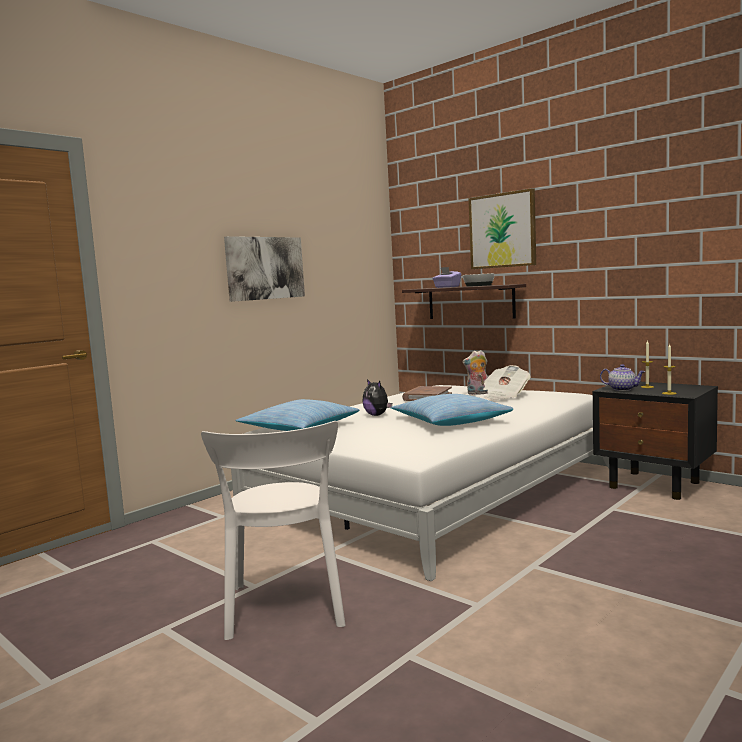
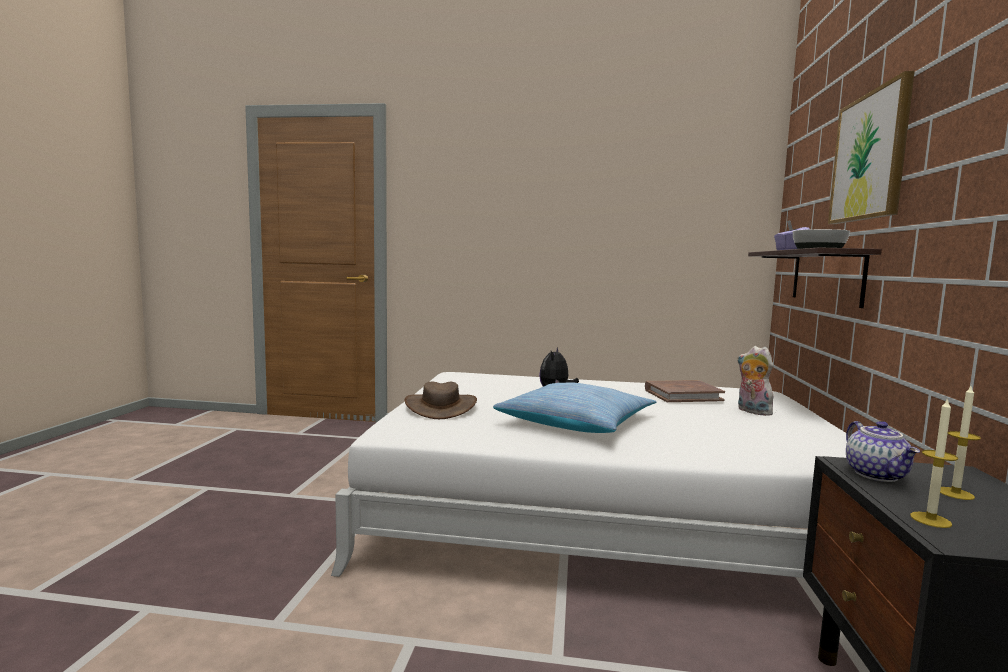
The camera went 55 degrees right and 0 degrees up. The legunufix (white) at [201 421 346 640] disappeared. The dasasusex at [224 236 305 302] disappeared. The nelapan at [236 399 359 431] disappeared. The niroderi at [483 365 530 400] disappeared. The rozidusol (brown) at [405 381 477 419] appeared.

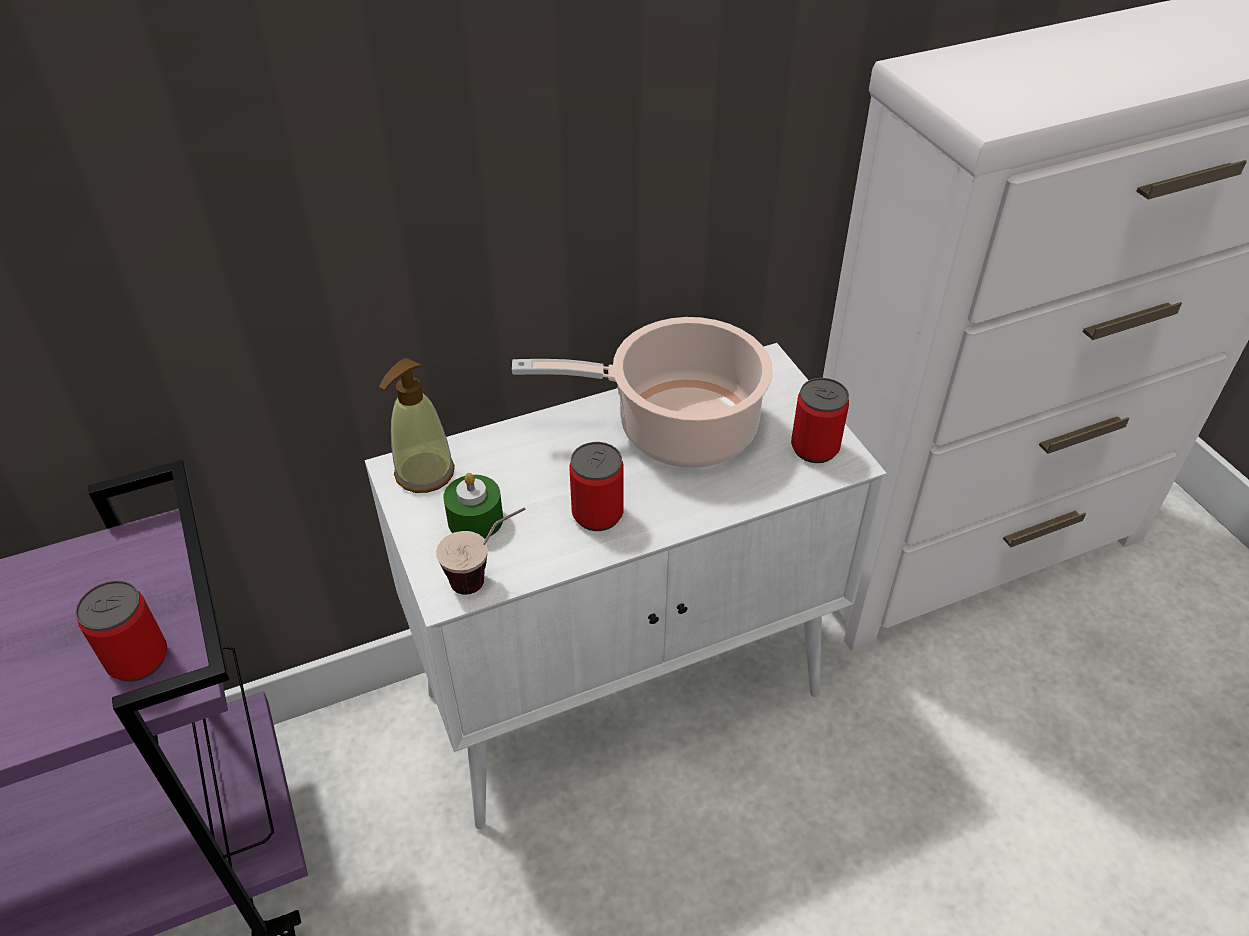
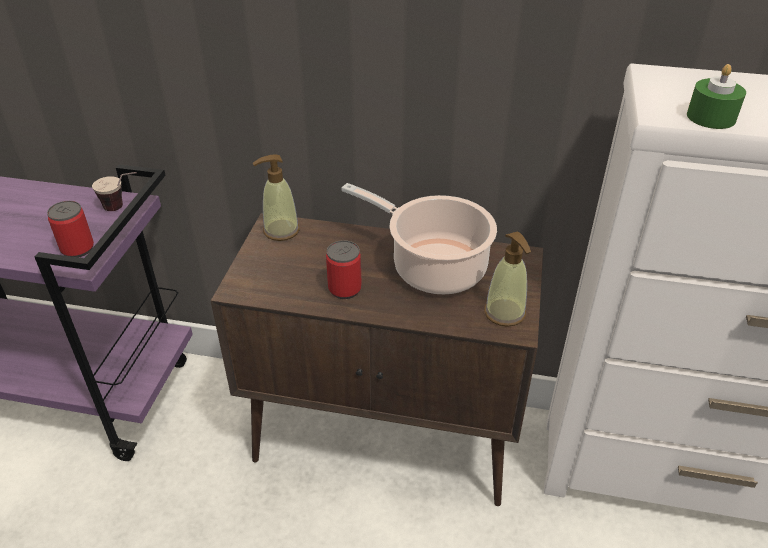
The camera went 35 degrees right and 5 degrees down. The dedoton moved from [436 507 526 595] to [92 172 137 211]. The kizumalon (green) moved from [443 473 503 539] to [687 64 746 129]. The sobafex at [791 378 849 463] was replaced by the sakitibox at [484 231 531 327]. The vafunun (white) at [365 343 887 830] became the vafunun (brown) at [211 213 543 506].

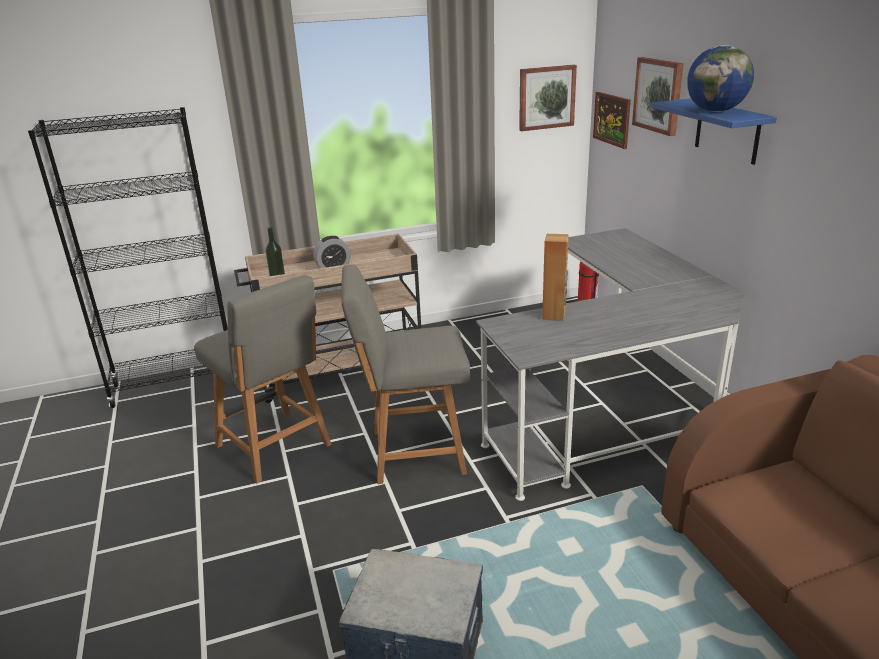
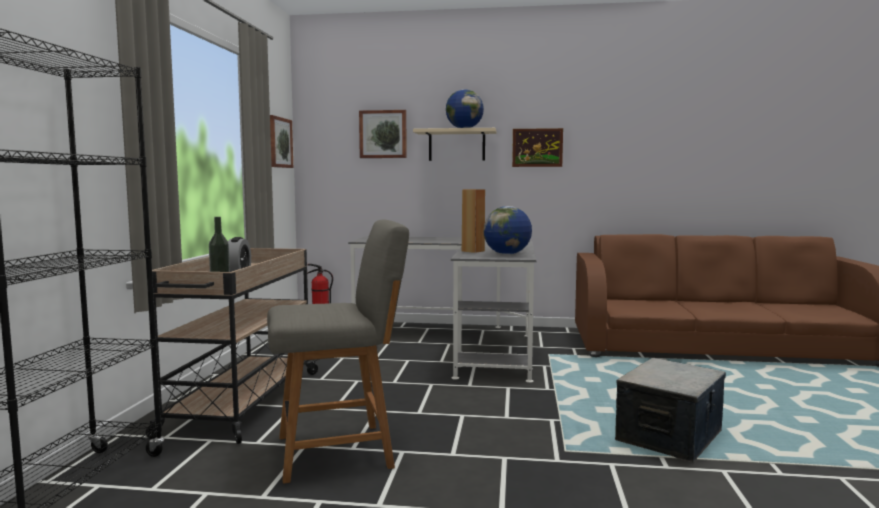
The camera went 65 degrees left and 20 degrees down. The legunufix (grey) at [341 264 471 484] disappeared. The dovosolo at [483 206 532 254] appeared. The dasasusex moved from [593 92 631 149] to [512 128 563 167]. The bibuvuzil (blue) at [651 98 777 165] became the bibuvuzil (beige) at [413 128 496 161].

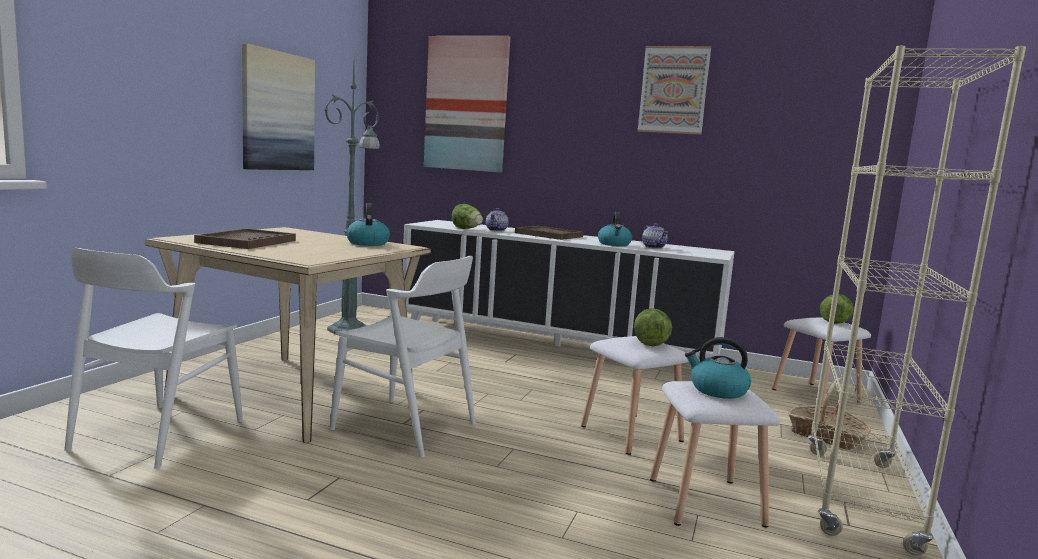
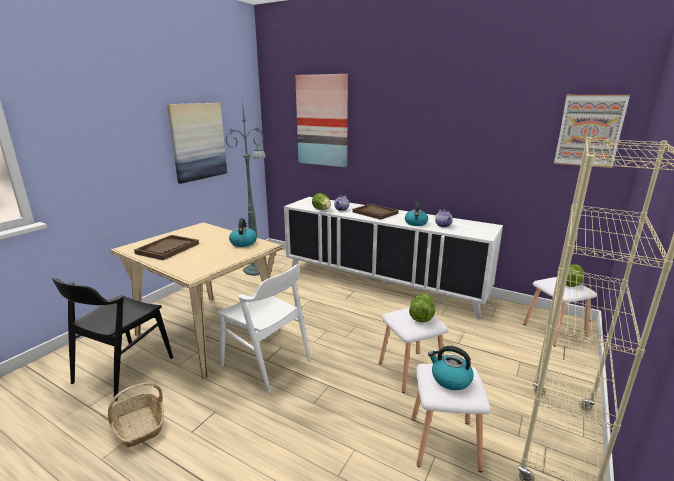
The camera went 10 degrees right and 10 degrees up. The dasasusex moved from [638 46 711 135] to [554 95 630 168]. The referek moved from [788 377 871 450] to [108 382 164 448]. The legunufix (white) at [64 248 243 469] became the legunufix (black) at [52 278 173 401].

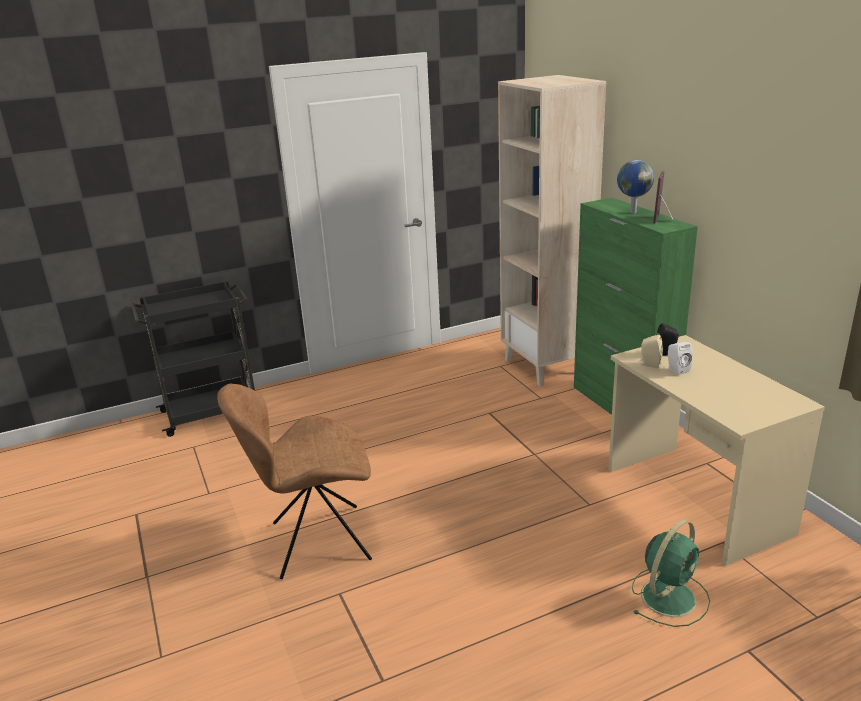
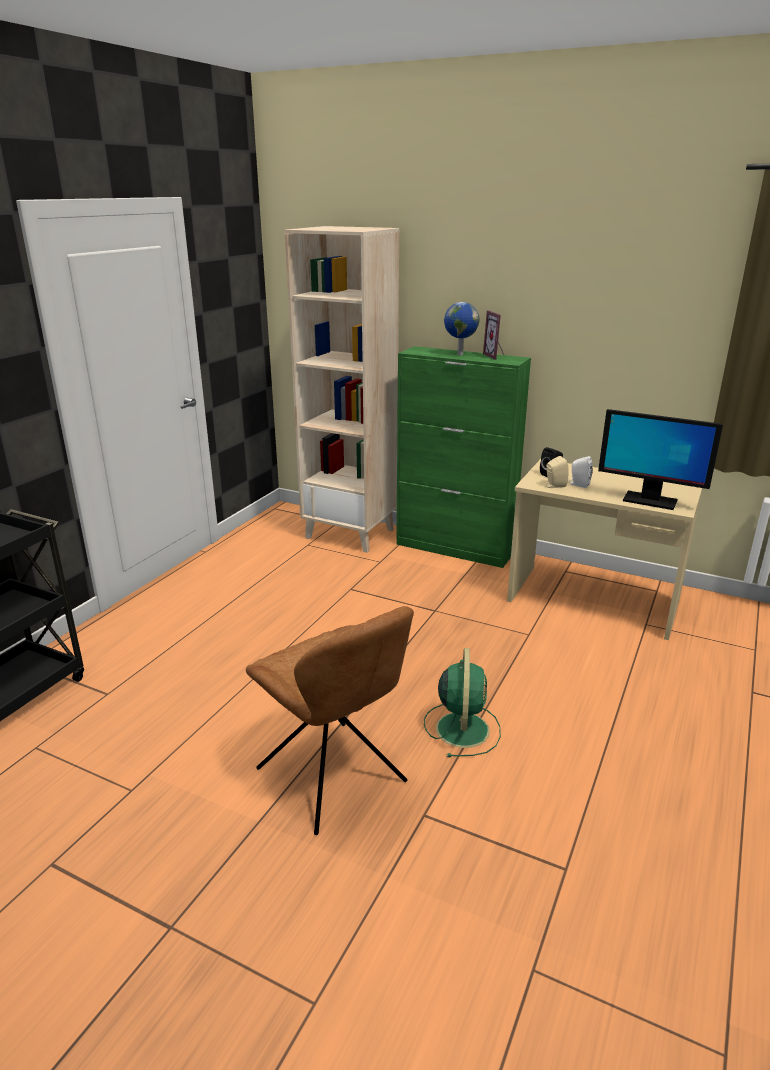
The camera went 40 degrees left and 0 degrees up. The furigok at [598 409 723 510] appeared. The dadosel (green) moved from [632 520 710 627] to [424 648 501 757]. The legunufix (brown) at [217 384 372 579] turned 75 degrees counterclockwise.

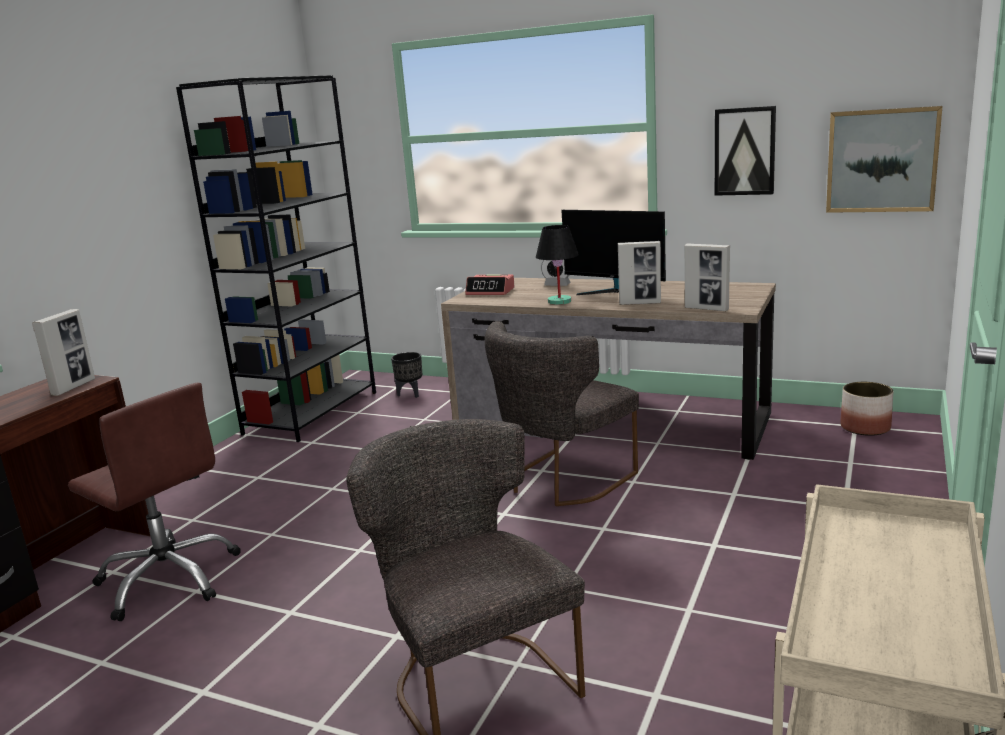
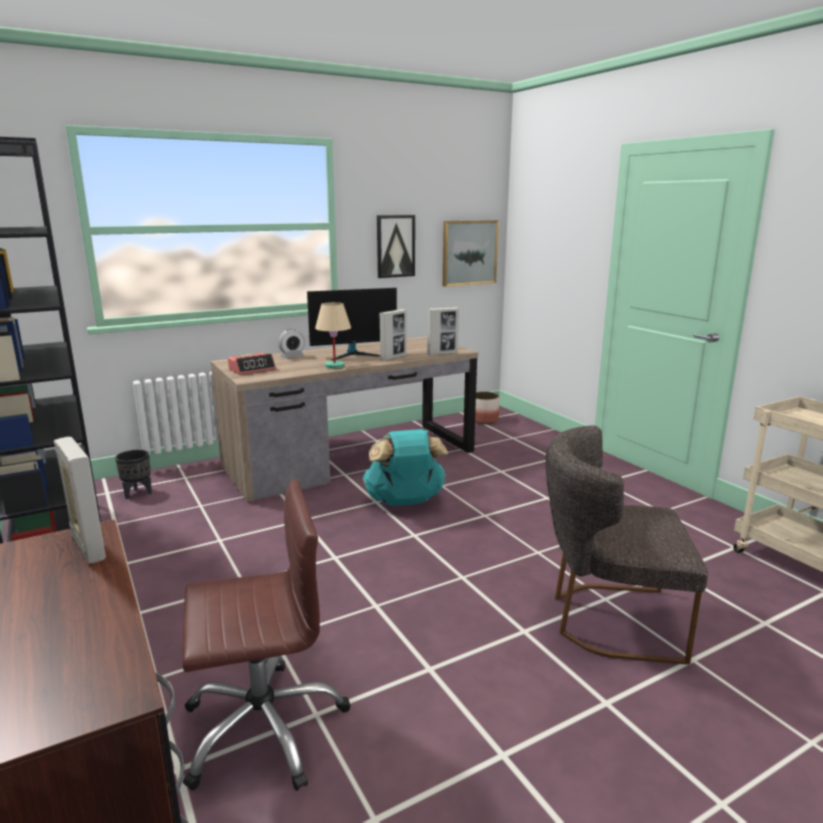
The camera went 55 degrees left and 0 degrees up. The legunufix (grey) at [485 321 639 506] was replaced by the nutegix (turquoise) at [363 429 448 506]. The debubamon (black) at [536 225 579 305] became the debubamon (beige) at [315 302 351 369].

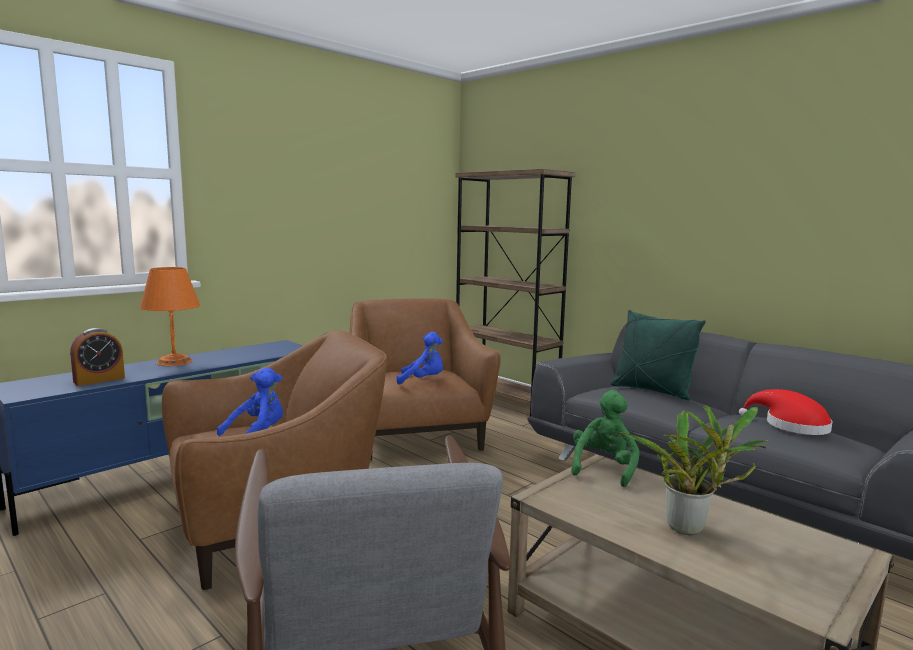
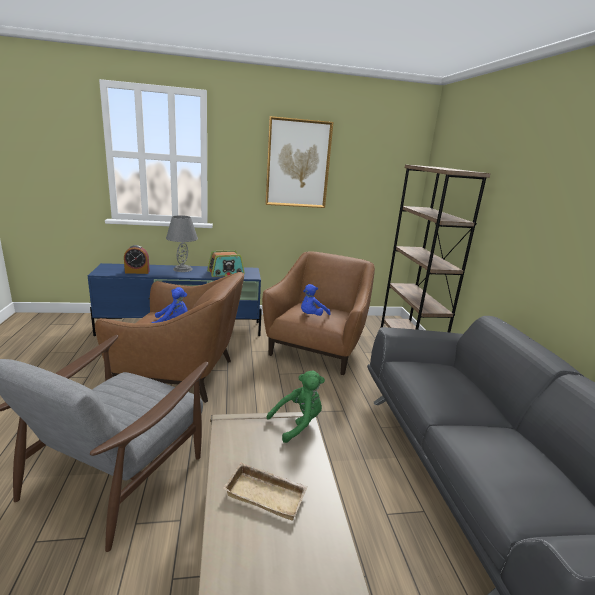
The camera went 35 degrees right and 10 degrees up. The nelapan (green) at [611 310 706 400] disappeared. The rozidusol (red) at [739 389 833 435] disappeared. The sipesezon at [207 250 245 277] appeared. The dasasusex at [265 116 333 208] appeared. The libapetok at [616 406 767 535] was replaced by the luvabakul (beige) at [223 462 308 521]. The debubamon (orange) at [140 267 200 366] became the debubamon (grey) at [166 215 198 272]. The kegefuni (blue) at [397 332 443 384] turned 90 degrees clockwise.

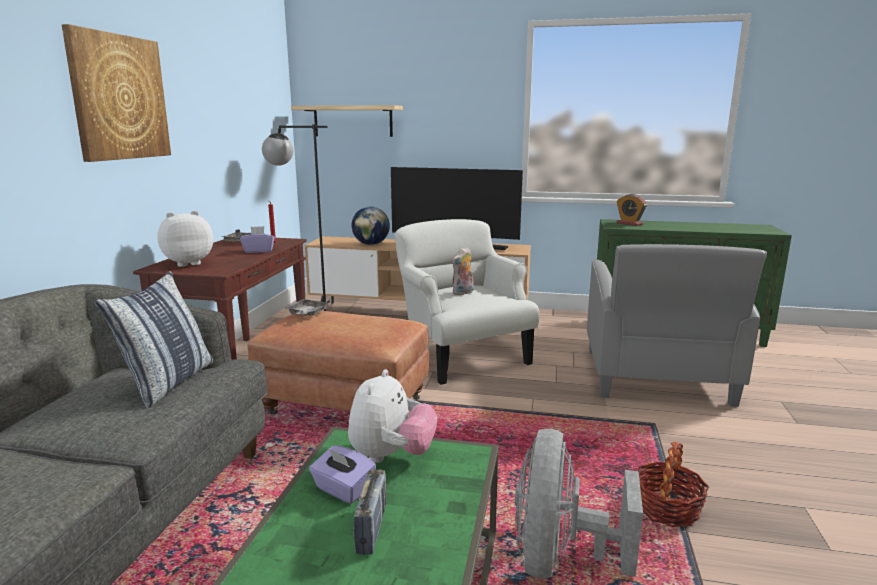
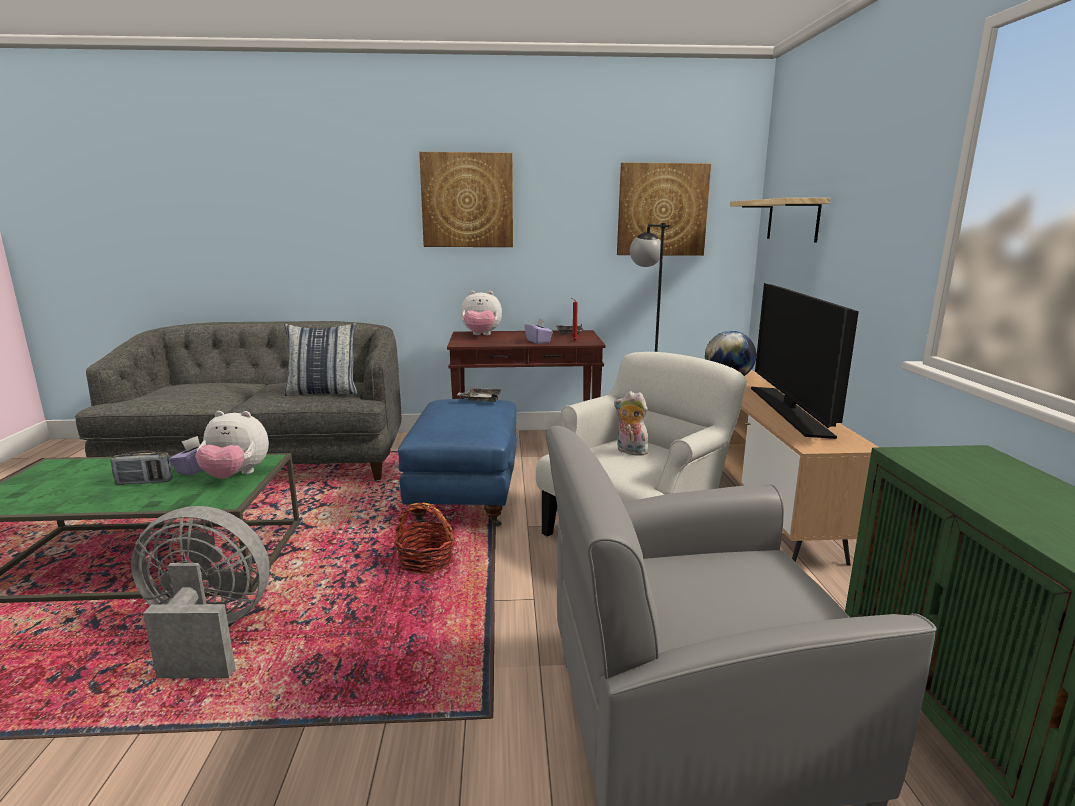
The camera went 75 degrees right and 0 degrees up. The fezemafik at [616 194 647 226] disappeared. The dasasusex at [617 162 711 256] appeared. The referek moved from [638 442 709 527] to [393 502 455 574]. The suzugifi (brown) at [248 311 429 415] became the suzugifi (blue) at [398 399 517 527]. The kegefuni at [157 210 213 267] turned 135 degrees clockwise.

